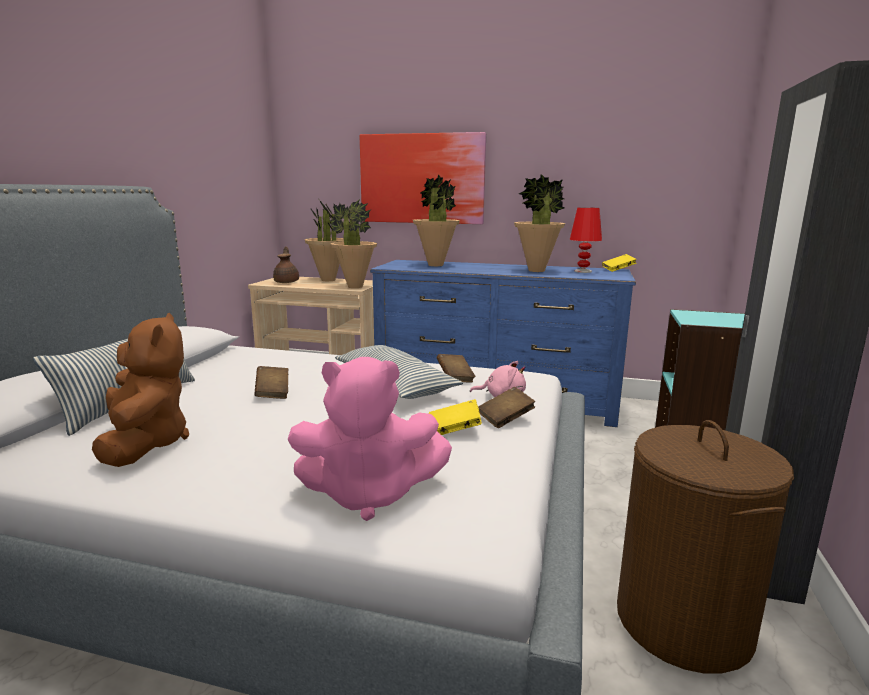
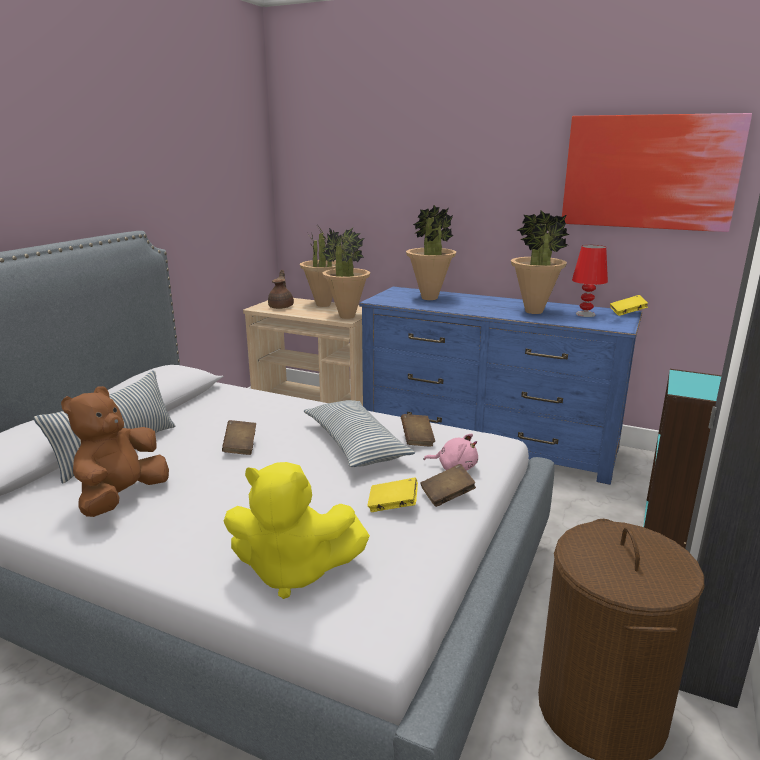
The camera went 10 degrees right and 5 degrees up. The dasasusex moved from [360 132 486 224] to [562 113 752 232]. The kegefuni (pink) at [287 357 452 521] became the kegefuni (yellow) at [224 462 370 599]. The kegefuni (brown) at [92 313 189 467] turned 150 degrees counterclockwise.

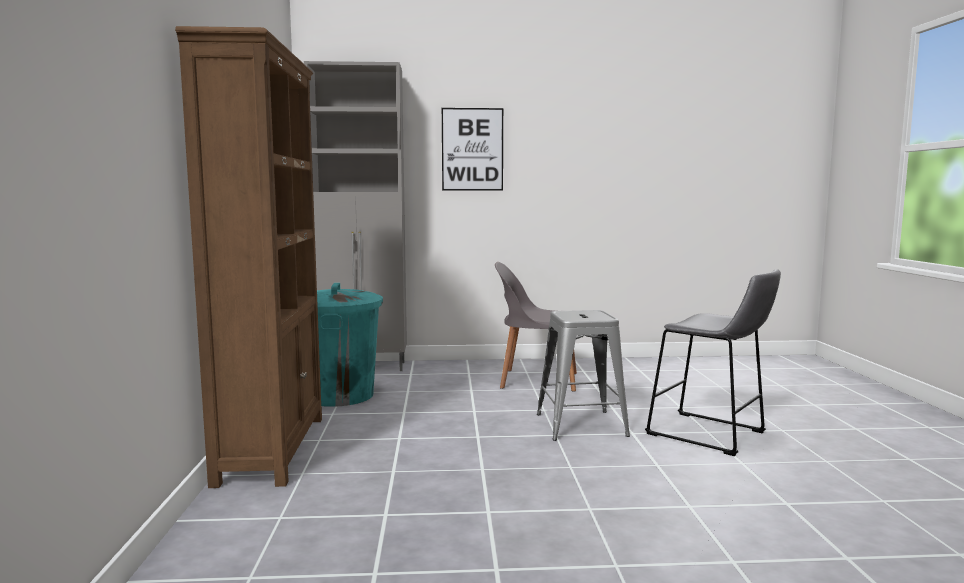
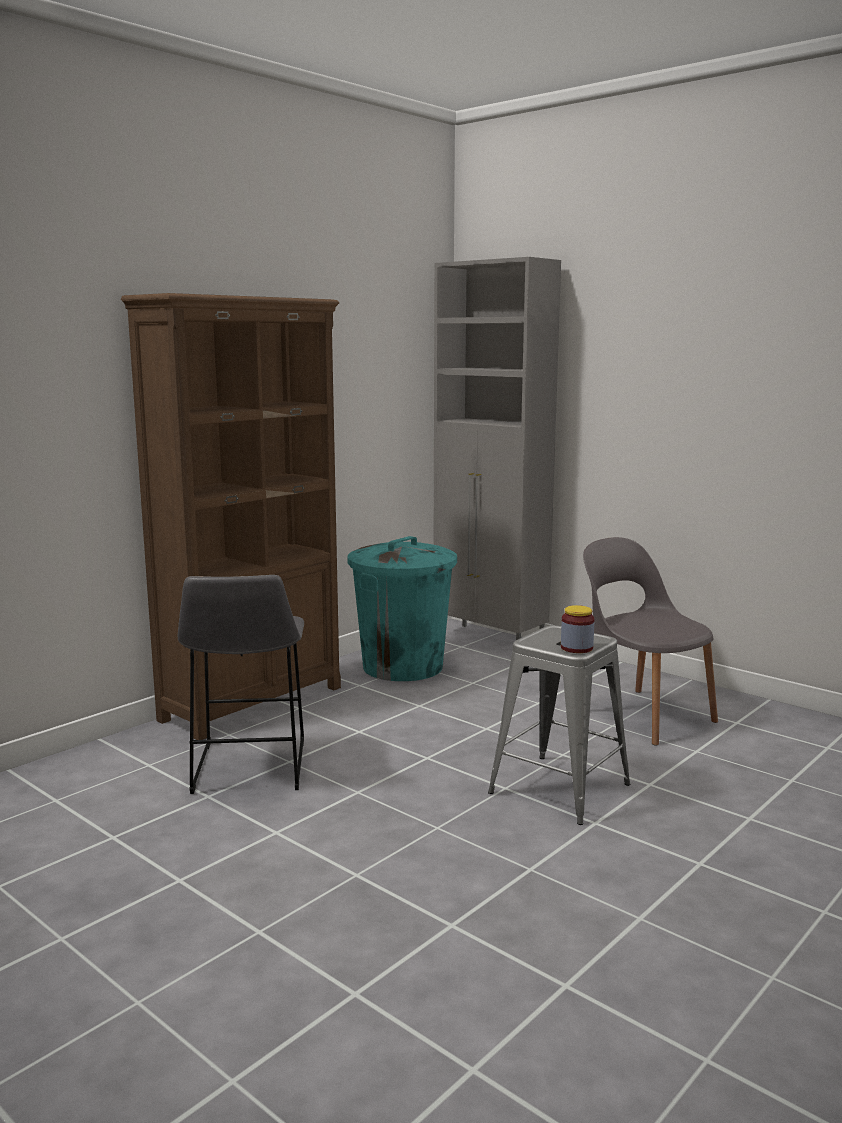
The camera went 45 degrees right and 5 degrees up. The dasasusex at [442 108 503 191] disappeared. The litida at [561 605 594 653] appeared. The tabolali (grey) moved from [645 269 781 456] to [178 575 304 794].

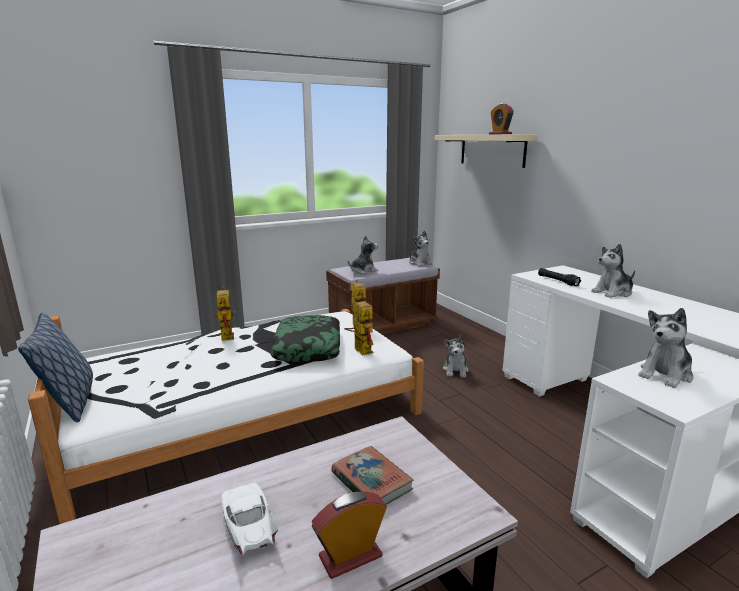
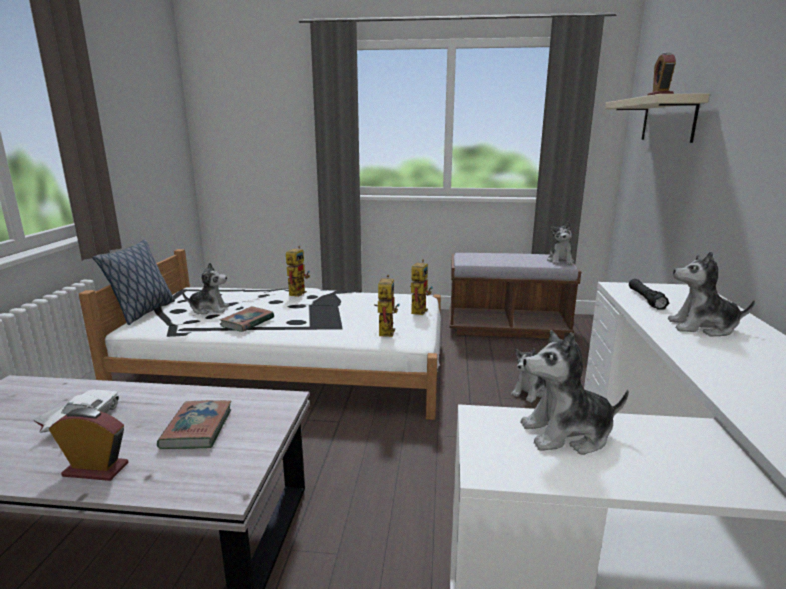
The camera went 35 degrees right and 0 degrees up. The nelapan at [270 315 340 362] disappeared. The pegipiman at [220 306 274 332] appeared. The kegefuni moved from [348 235 378 274] to [182 263 229 315].

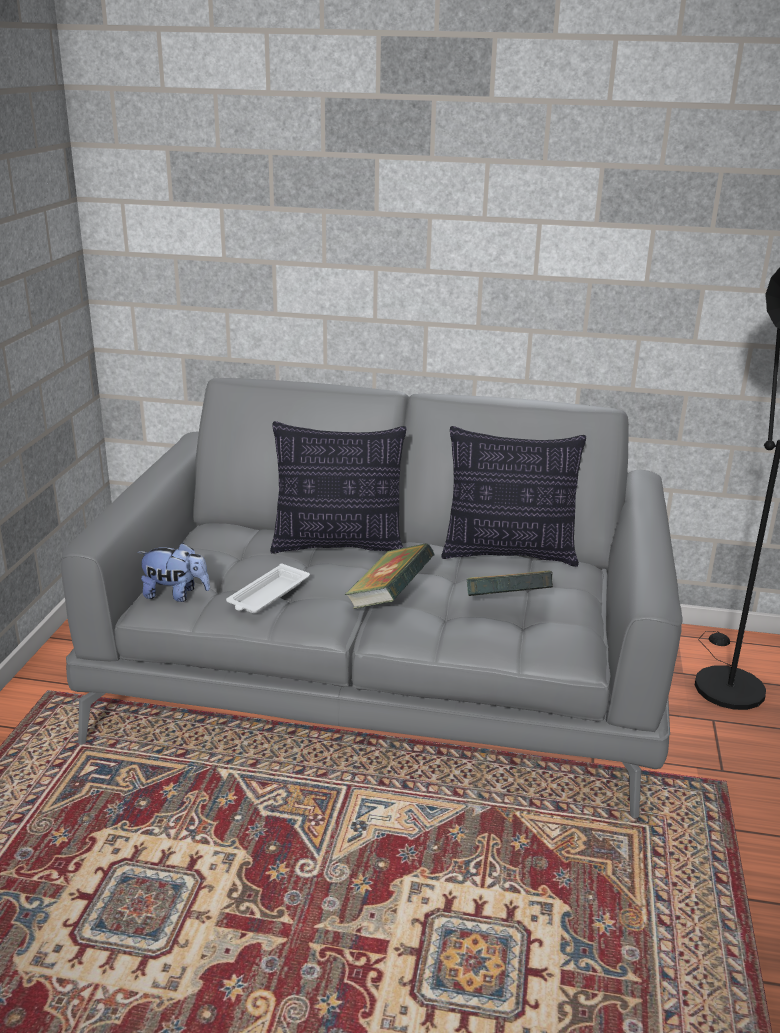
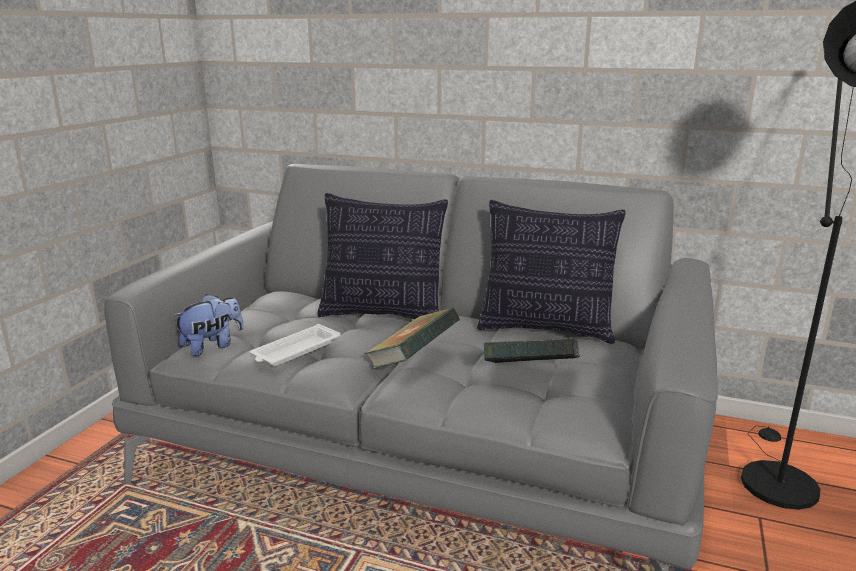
The camera went 10 degrees right and 5 degrees down. The kegefuni at [137 543 210 602] turned 60 degrees counterclockwise.

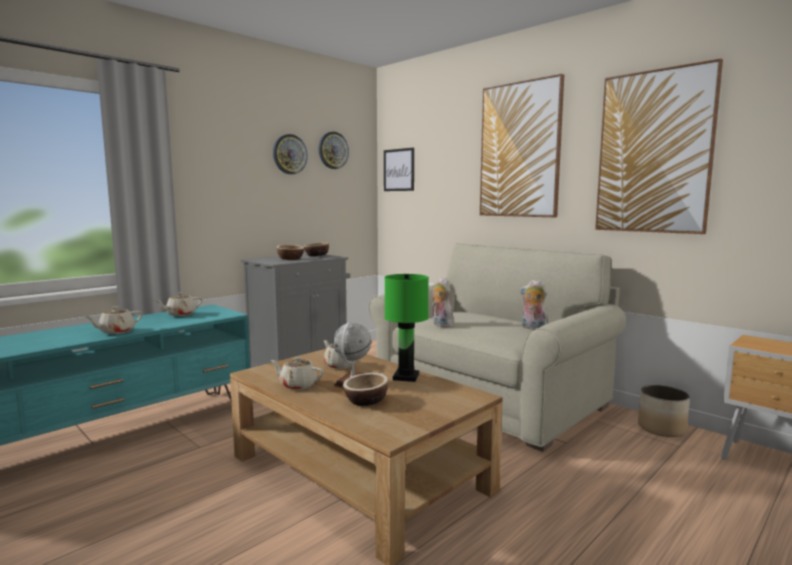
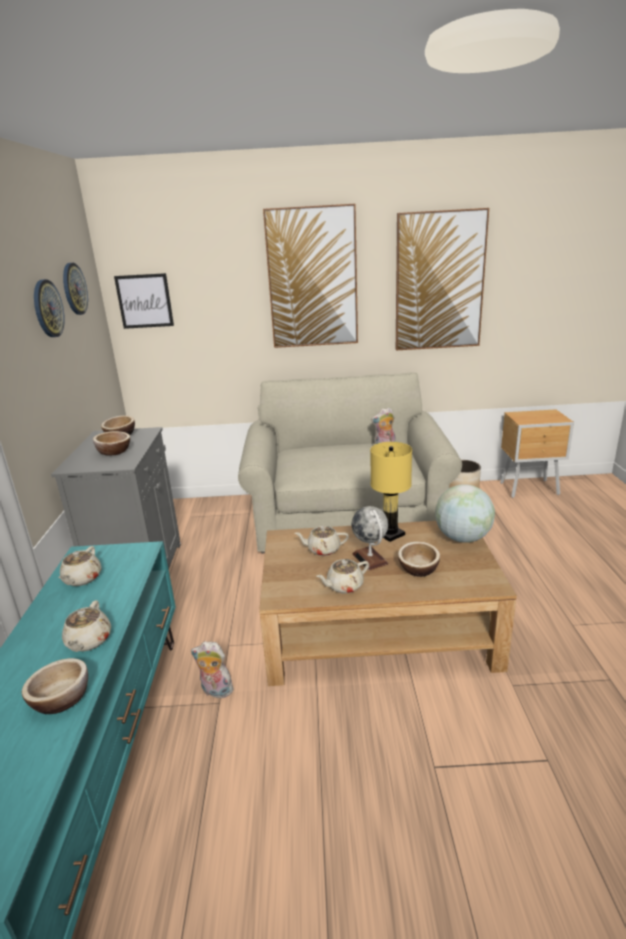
The camera went 45 degrees left and 15 degrees up. The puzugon at [22 658 88 714] appeared. The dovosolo at [435 484 495 543] appeared. The kegefuni moved from [432 277 453 327] to [191 641 235 698]. The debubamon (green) at [385 274 429 382] became the debubamon (yellow) at [370 442 412 542].

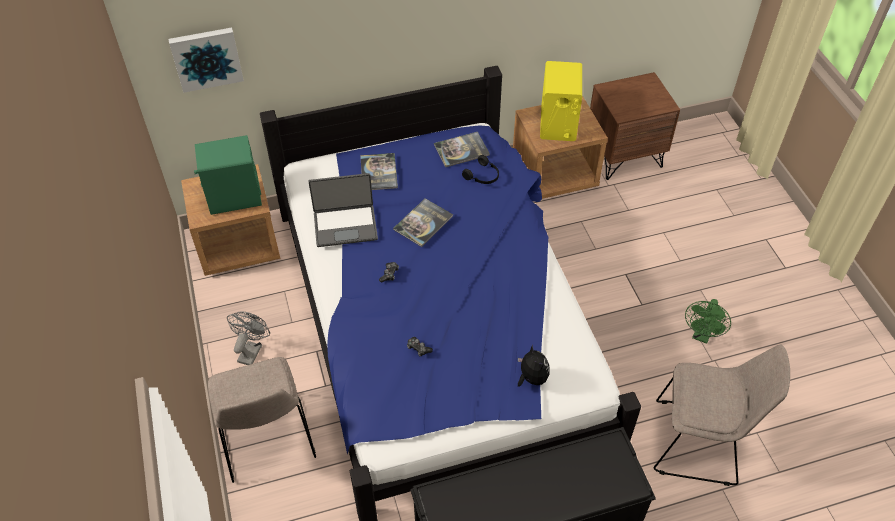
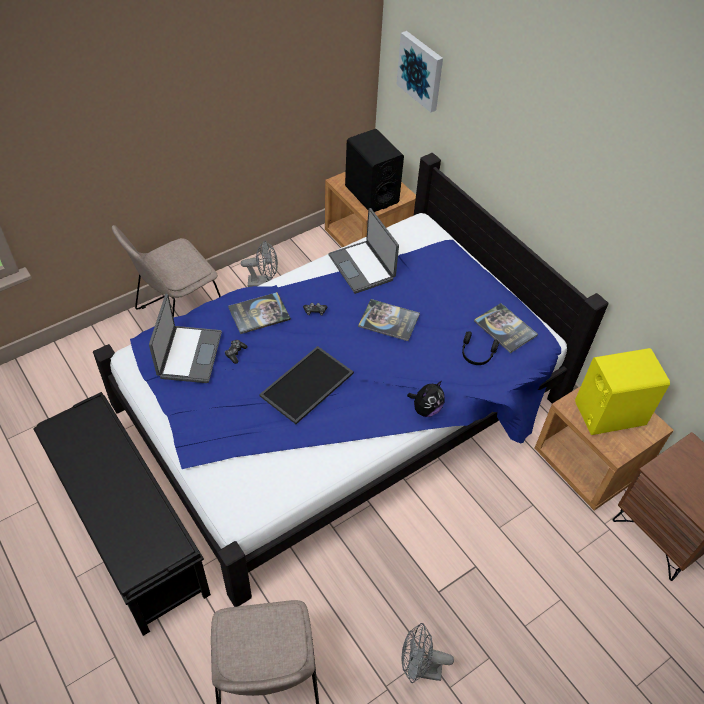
The camera went 70 degrees right and 0 degrees up. The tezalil at [149 294 222 383] appeared. The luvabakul at [259 346 354 424] appeared. The pegipiman moved from [360 153 398 190] to [228 292 291 334]. The kegefuni moved from [518 345 550 387] to [407 381 445 417]. The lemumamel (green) at [194 135 262 215] became the lemumamel (black) at [345 129 404 212]. The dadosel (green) at [685 299 731 344] became the dadosel (grey) at [401 623 454 683].

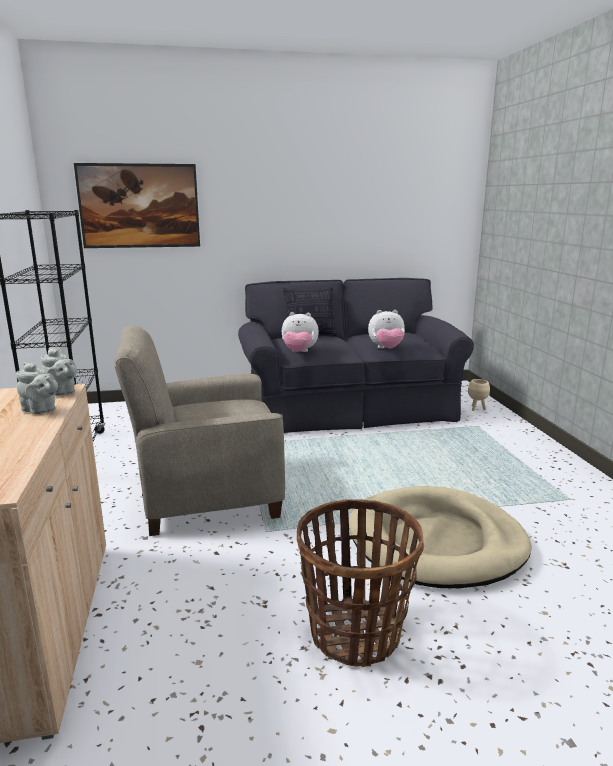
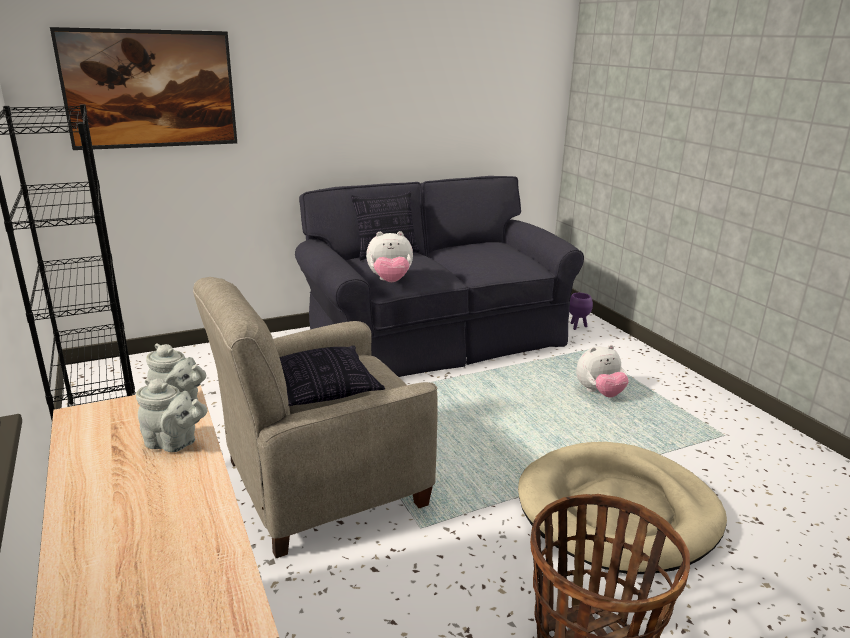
The camera went 15 degrees left and 5 degrees up. The nelapan at [279 345 385 406] appeared. The kegefuni moved from [368 310 405 349] to [576 345 629 397]. The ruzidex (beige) at [468 379 490 411] became the ruzidex (purple) at [569 293 593 330].

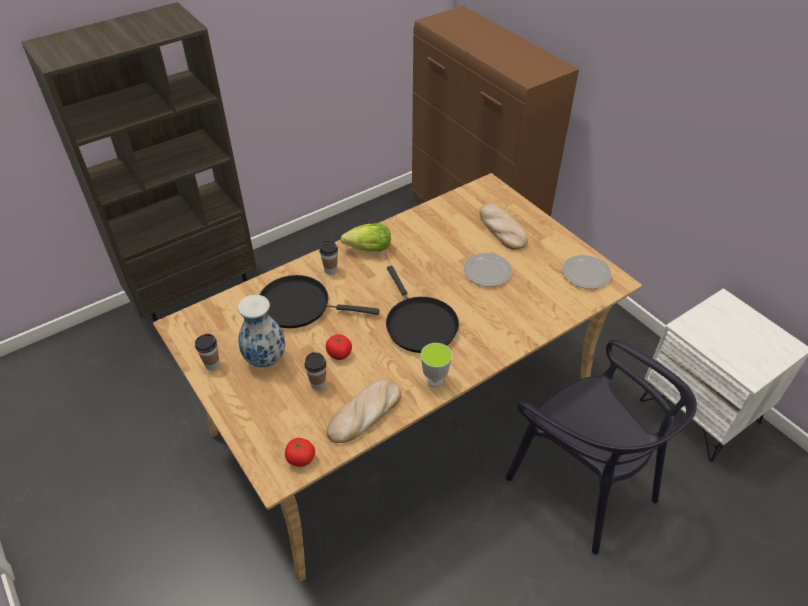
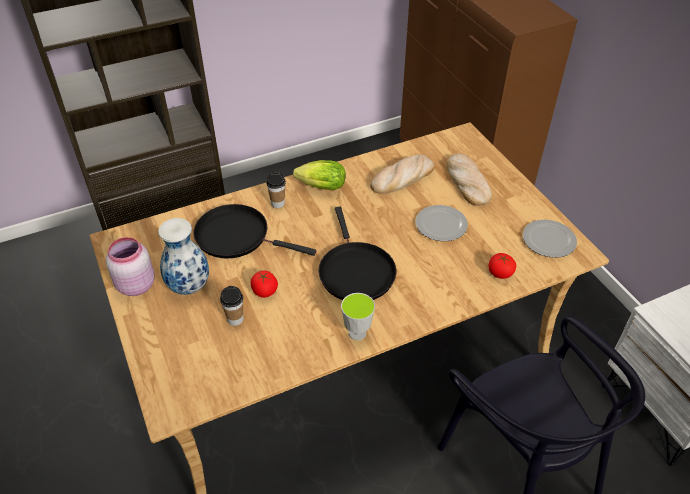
The camera went 10 degrees right and 0 degrees up. The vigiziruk moved from [285 438 315 467] to [489 253 516 279]. The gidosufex moved from [326 380 401 443] to [370 154 435 194]. The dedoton at [195 334 220 370] was replaced by the litida (pink) at [106 237 155 296].

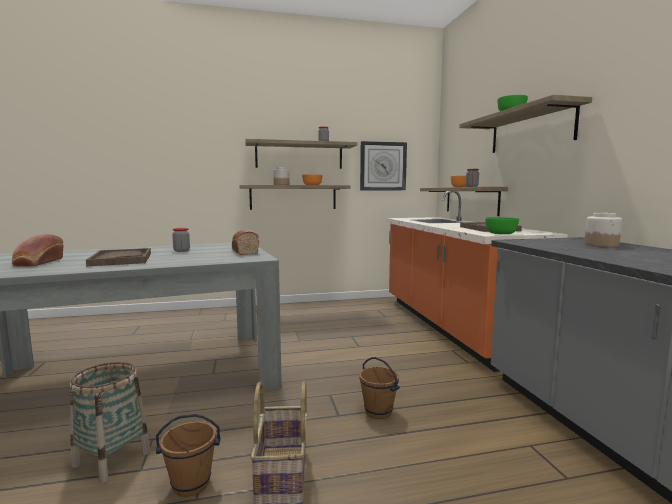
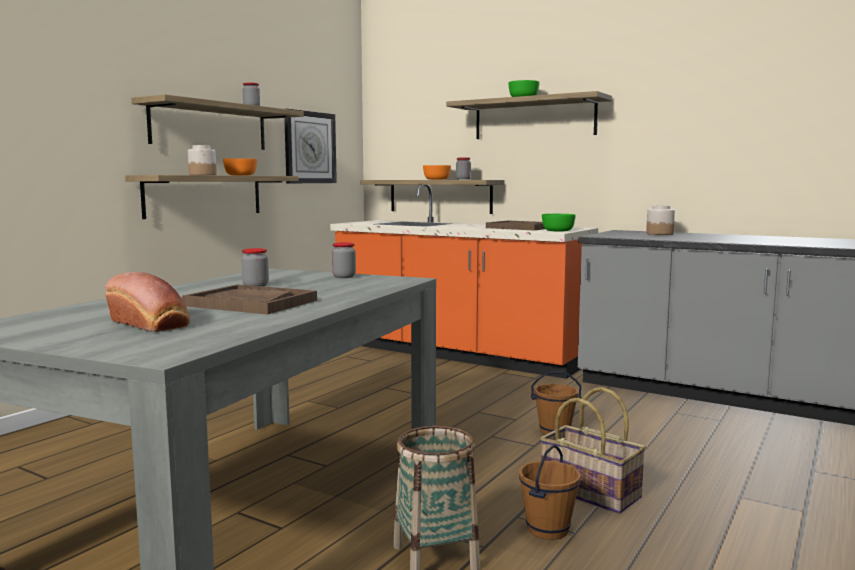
The camera went 45 degrees left and 0 degrees up. The gidosufex at [232 230 259 255] was replaced by the litida at [332 242 356 278].

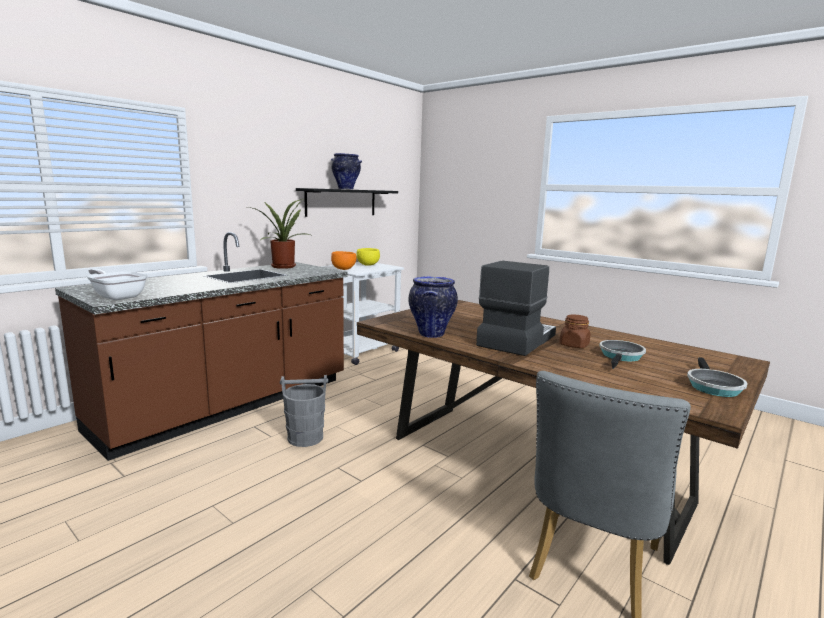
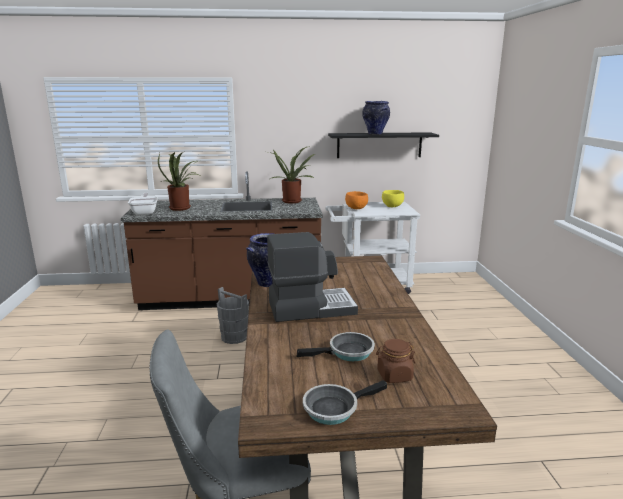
The camera went 45 degrees right and 5 degrees up. The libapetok at [158 152 202 211] appeared. The litida (brown) moved from [559 314 591 348] to [376 339 415 383].

